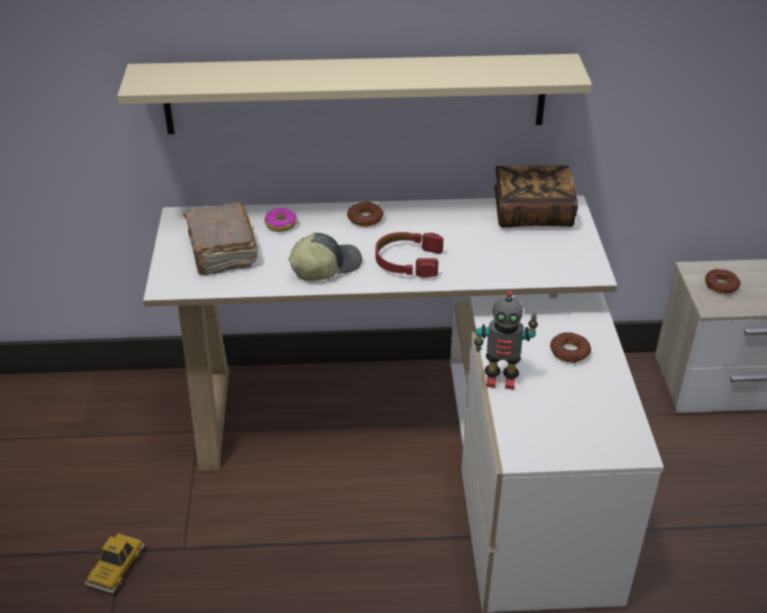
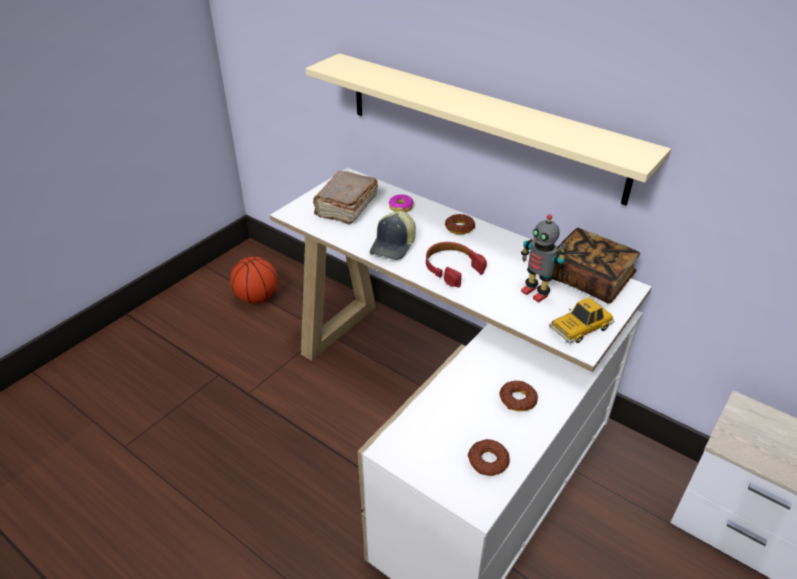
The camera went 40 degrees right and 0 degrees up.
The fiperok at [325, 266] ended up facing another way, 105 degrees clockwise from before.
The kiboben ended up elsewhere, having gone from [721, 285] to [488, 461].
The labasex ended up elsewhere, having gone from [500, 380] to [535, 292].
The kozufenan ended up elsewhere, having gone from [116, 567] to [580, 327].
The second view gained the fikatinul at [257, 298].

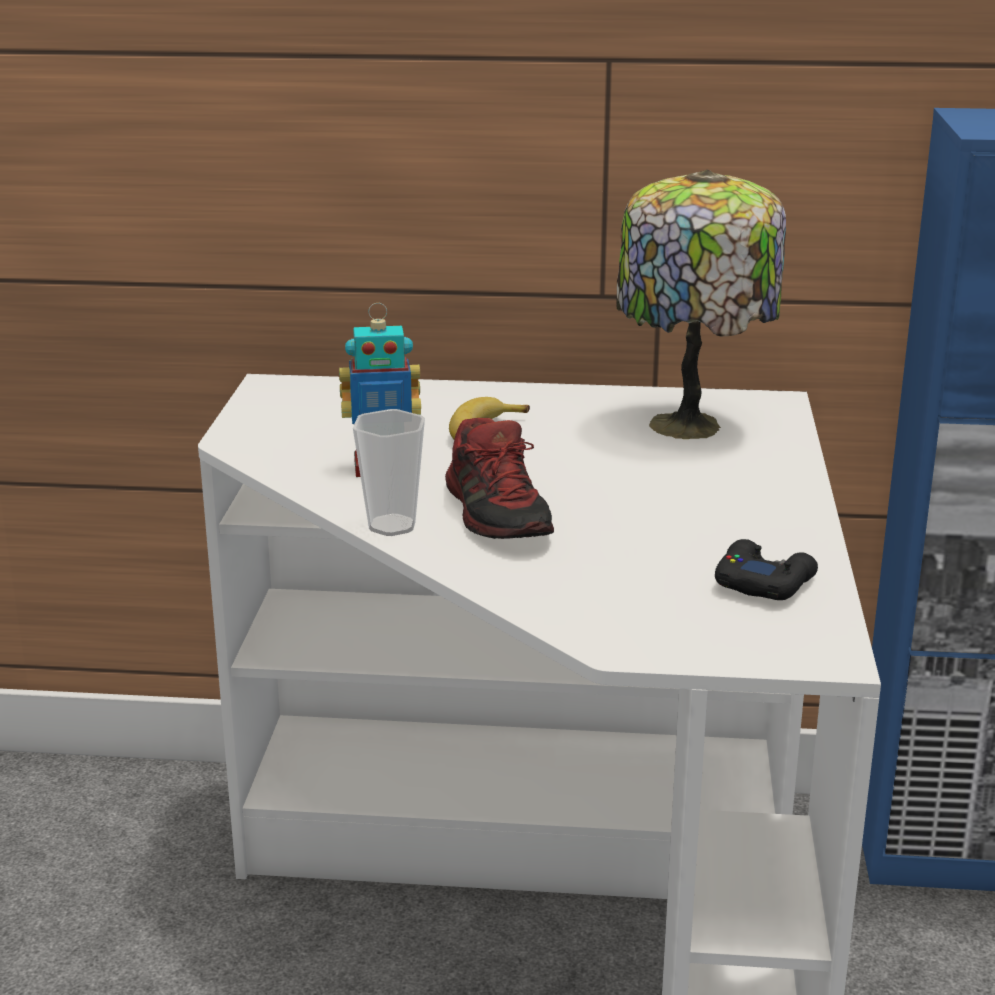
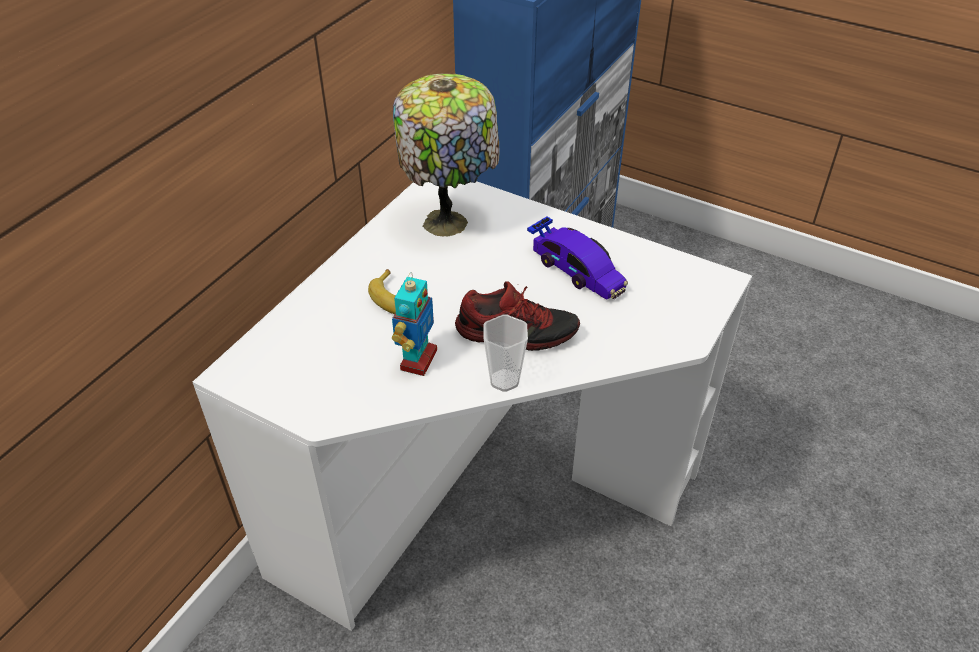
The camera went 65 degrees left and 20 degrees up.
The second view lost the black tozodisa at [763, 582].
The second view gained the kozufenan at [576, 270].

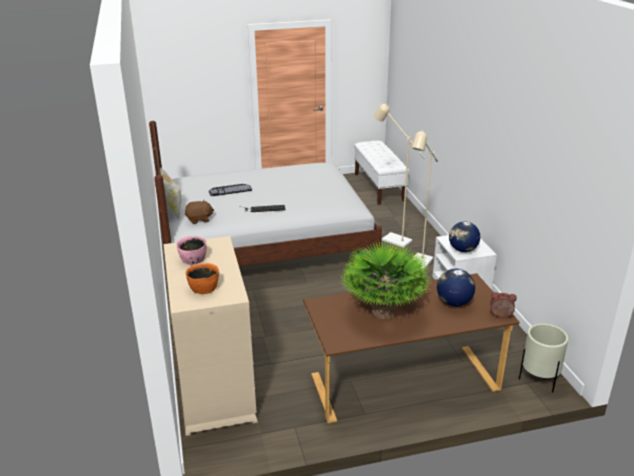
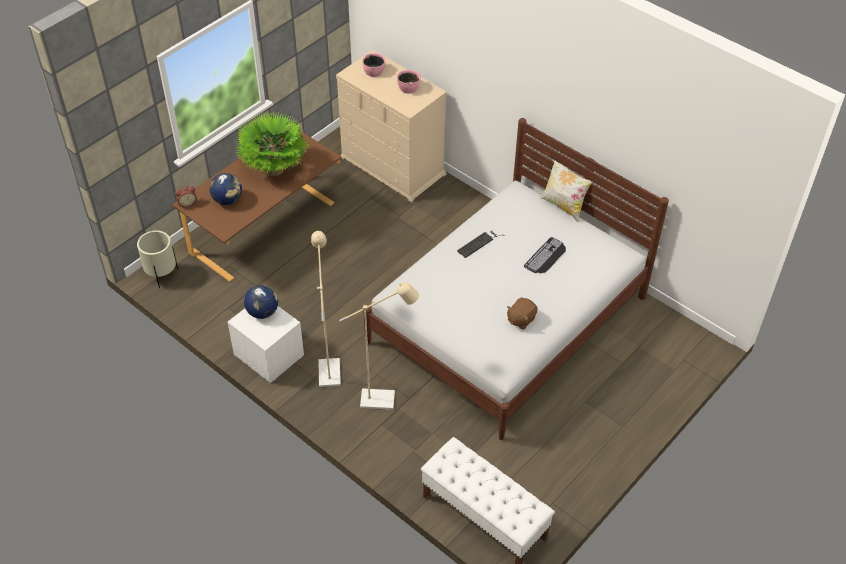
The camera went 145 degrees right and 20 degrees up.
The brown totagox ended up elsewhere, having gone from [199, 220] to [520, 319].
What was the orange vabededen at [203, 287] turned into the pink vabededen at [374, 71].

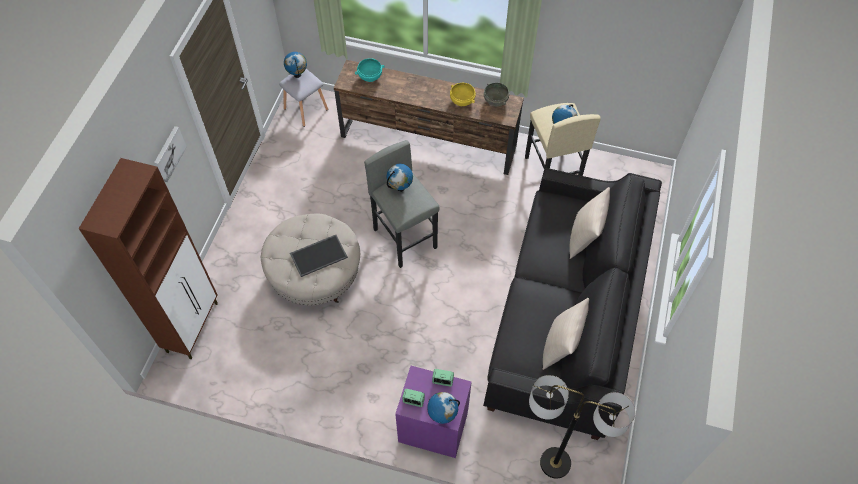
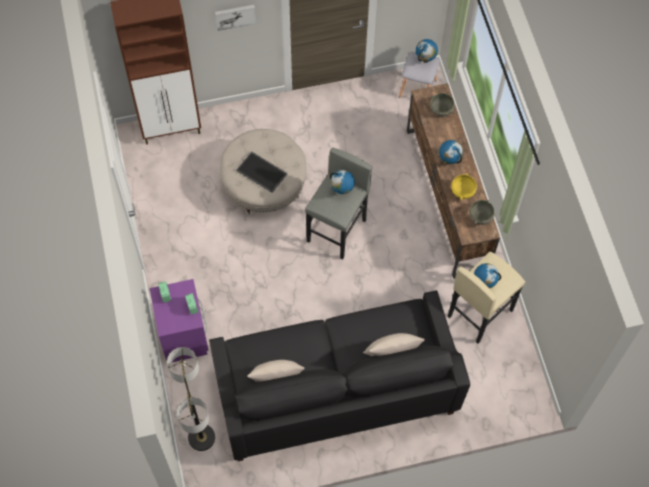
The camera went 60 degrees right and 5 degrees up.
What was the turquoise vabededen at [370, 76] turned into the grey vabededen at [441, 110].
The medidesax ended up elsewhere, having gone from [442, 415] to [449, 160].

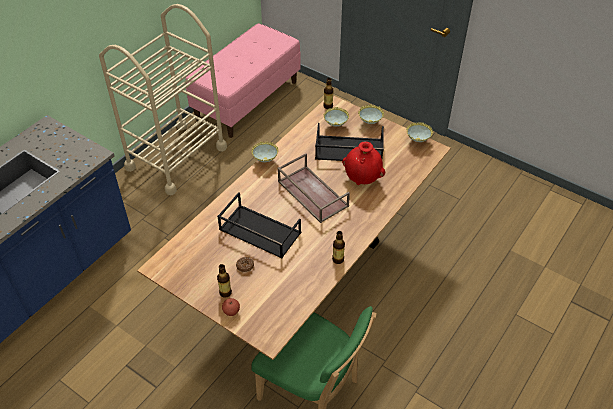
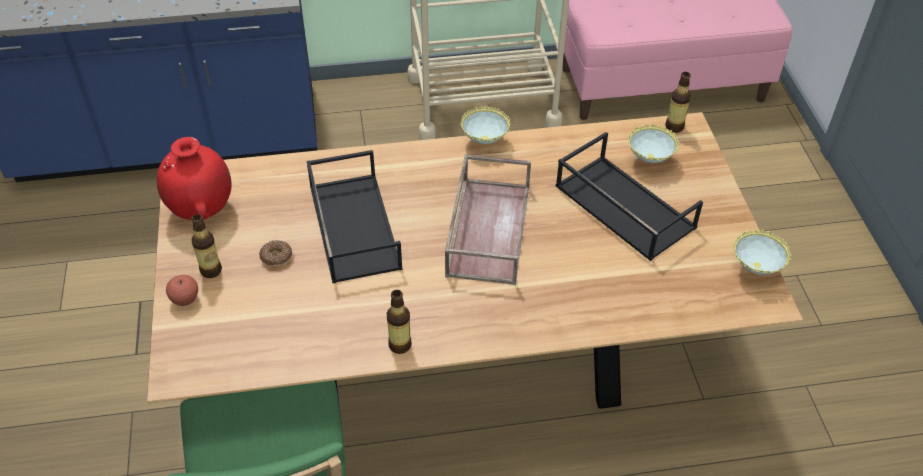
The camera went 45 degrees right and 0 degrees up.
The second view lost the vabededen at [370, 123].
The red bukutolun ended up elsewhere, having gone from [362, 179] to [202, 210].

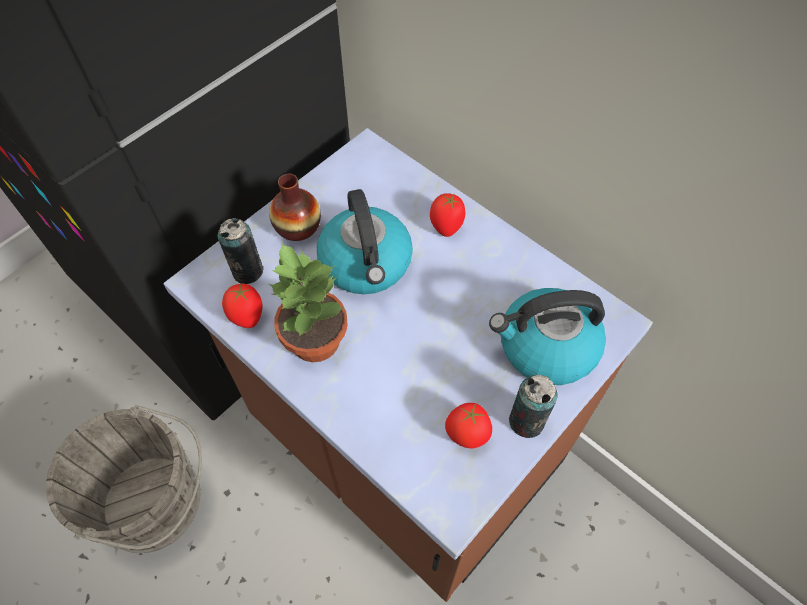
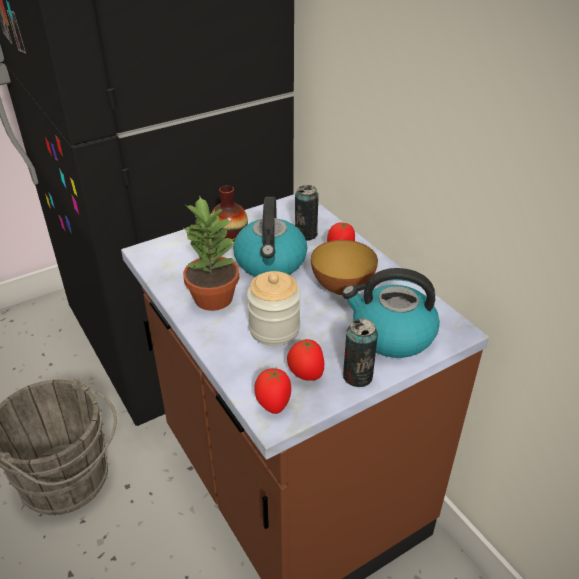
The camera went 15 degrees right and 20 degrees down.
The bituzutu ended up elsewhere, having gone from [247, 271] to [306, 234].
The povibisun ended up elsewhere, having gone from [247, 317] to [273, 404].
The second view gained the vabededen at [342, 288].
The second view gained the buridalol at [274, 329].

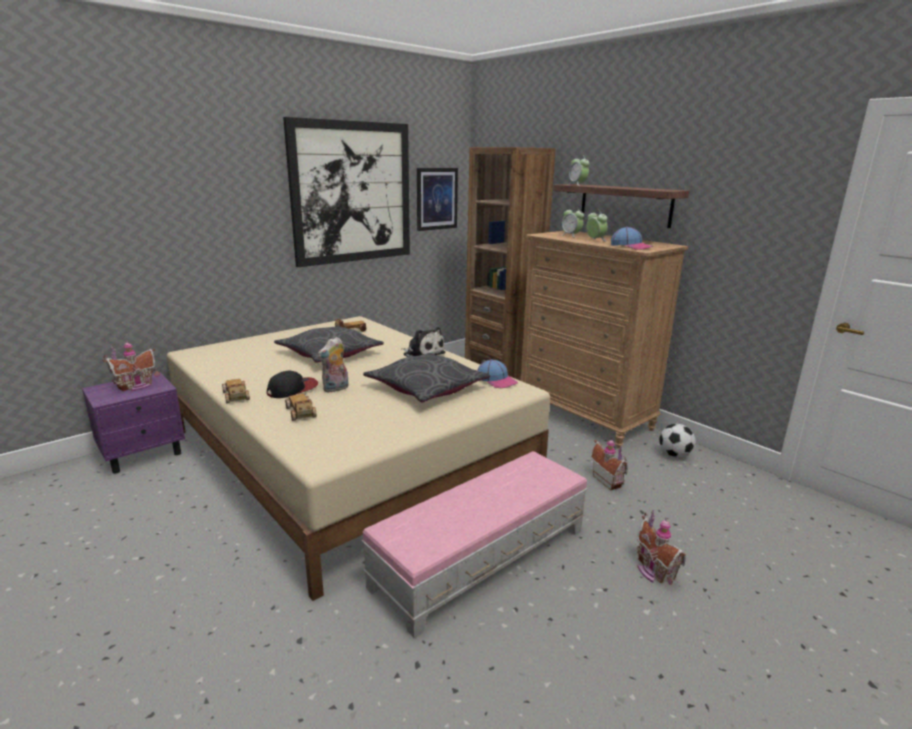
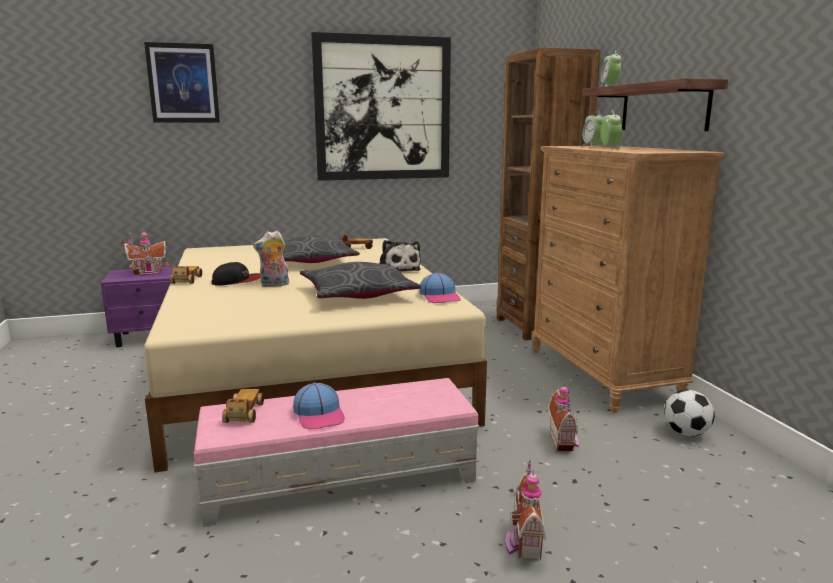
The camera went 25 degrees right and 5 degrees down.
The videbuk ended up elsewhere, having gone from [436, 199] to [183, 83].
The fiperok ended up elsewhere, having gone from [631, 246] to [319, 415].
The kozufenan ended up elsewhere, having gone from [301, 413] to [244, 413].

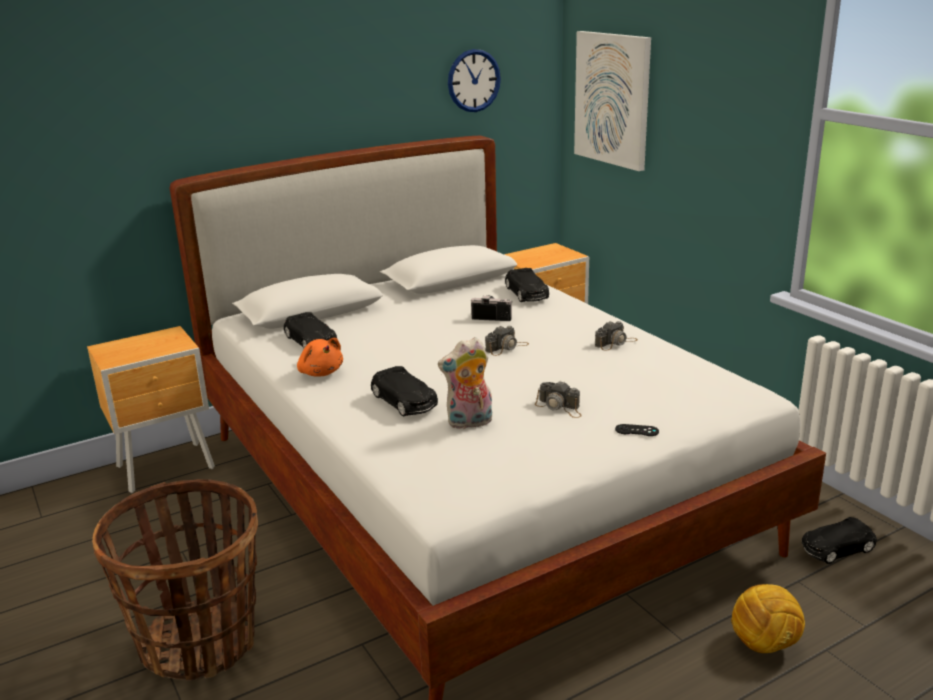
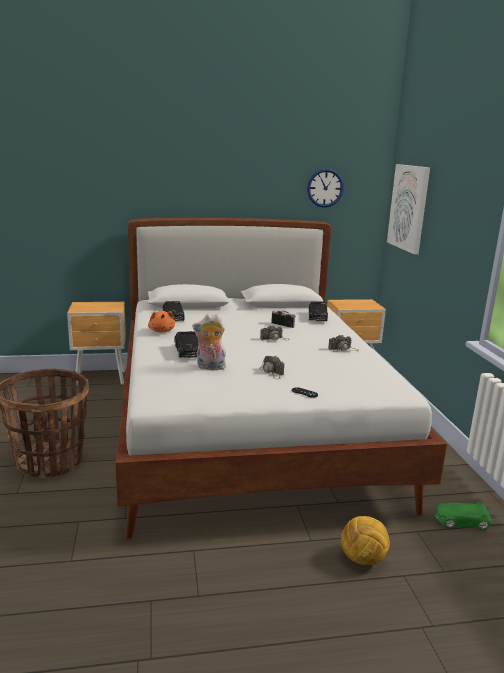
The camera went 20 degrees right and 5 degrees down.
What was the black kozufenan at [836, 548] turned into the green kozufenan at [461, 521].

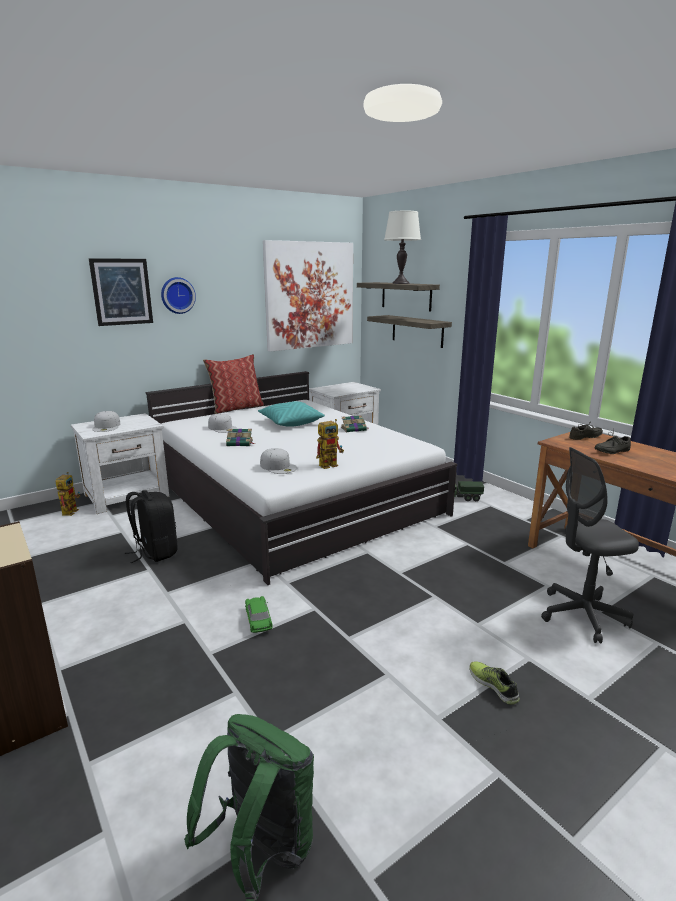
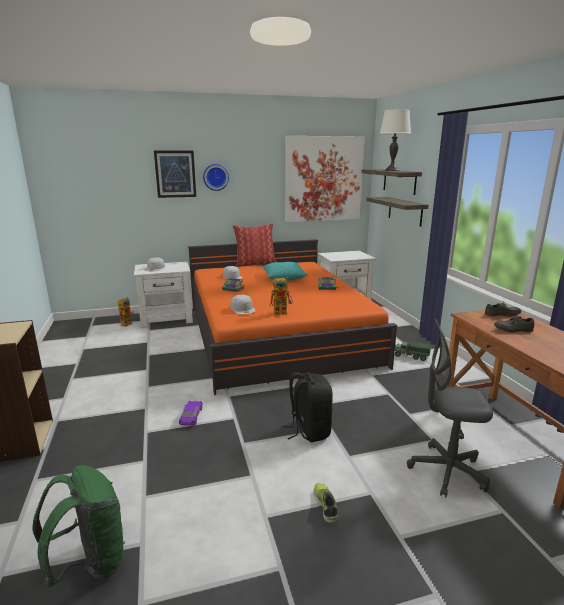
The camera went 20 degrees right and 0 degrees up.
What was the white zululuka at [292, 495] turned into the orange zululuka at [276, 334].
The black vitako ended up elsewhere, having gone from [155, 552] to [309, 430].
What was the green kozufenan at [258, 620] turned into the purple kozufenan at [191, 417].

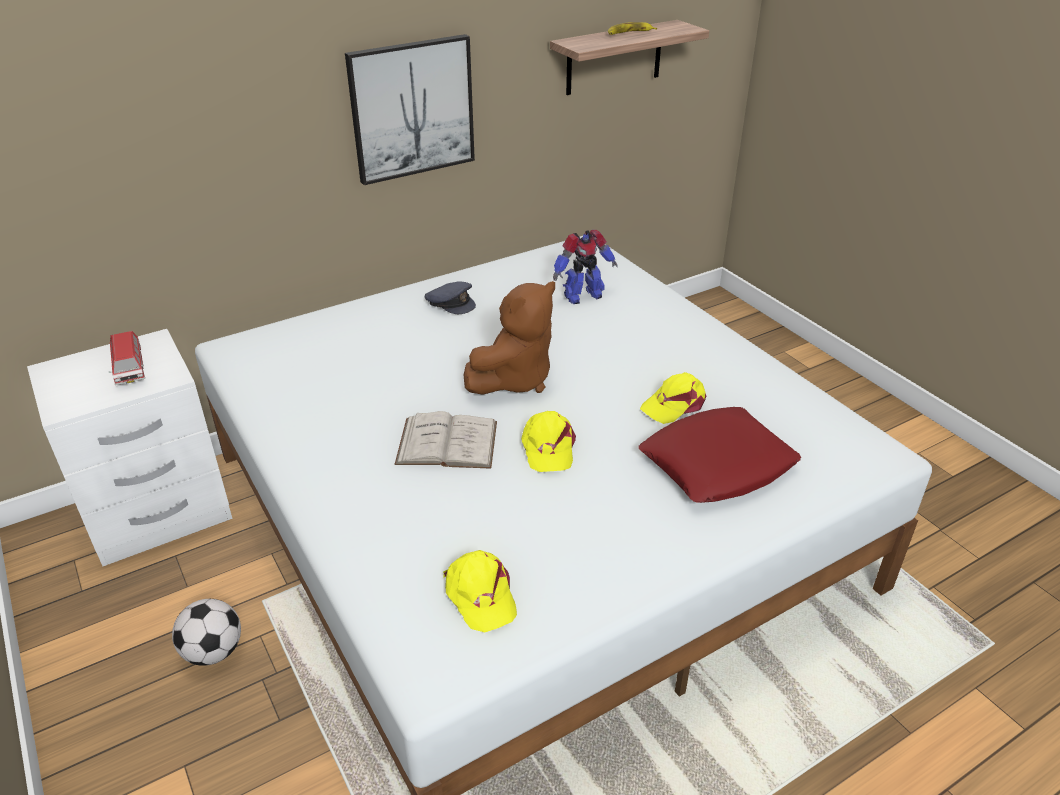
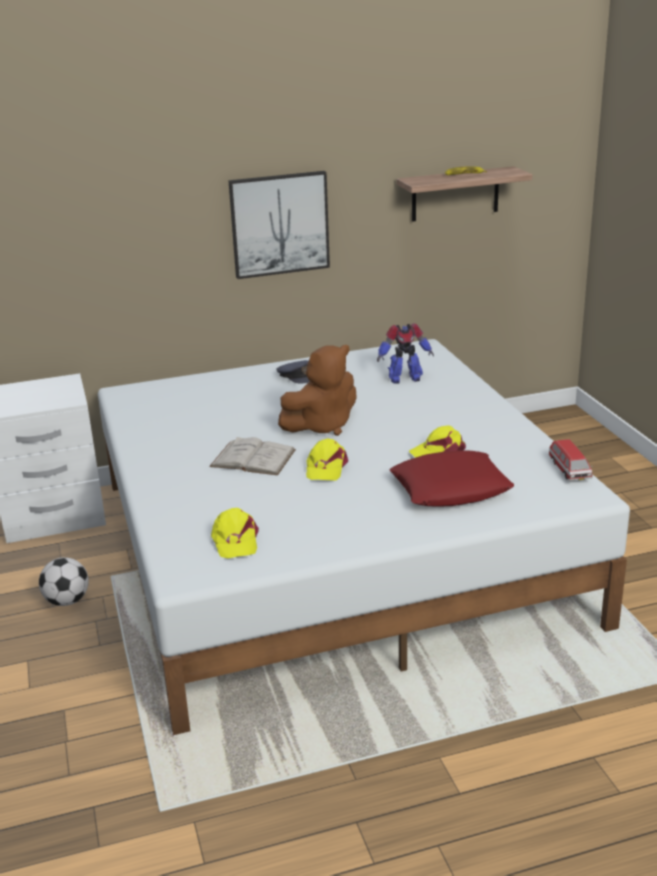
The camera went 15 degrees right and 10 degrees down.
The kozufenan ended up elsewhere, having gone from [129, 369] to [569, 470].

